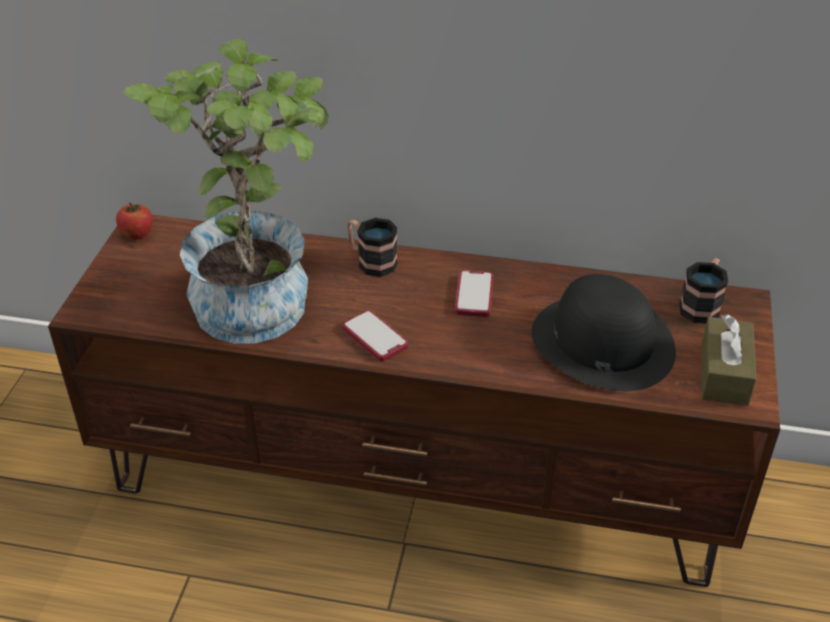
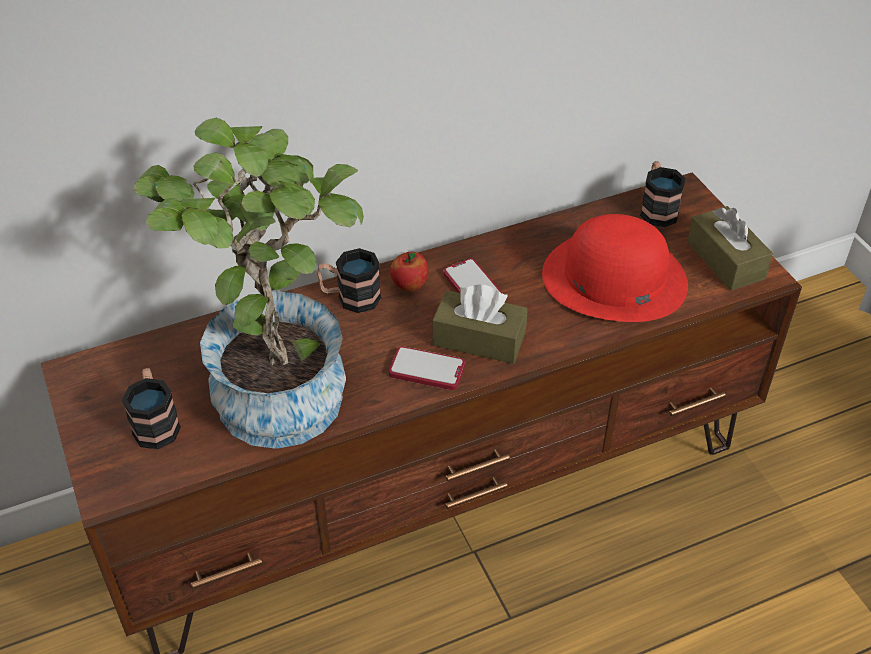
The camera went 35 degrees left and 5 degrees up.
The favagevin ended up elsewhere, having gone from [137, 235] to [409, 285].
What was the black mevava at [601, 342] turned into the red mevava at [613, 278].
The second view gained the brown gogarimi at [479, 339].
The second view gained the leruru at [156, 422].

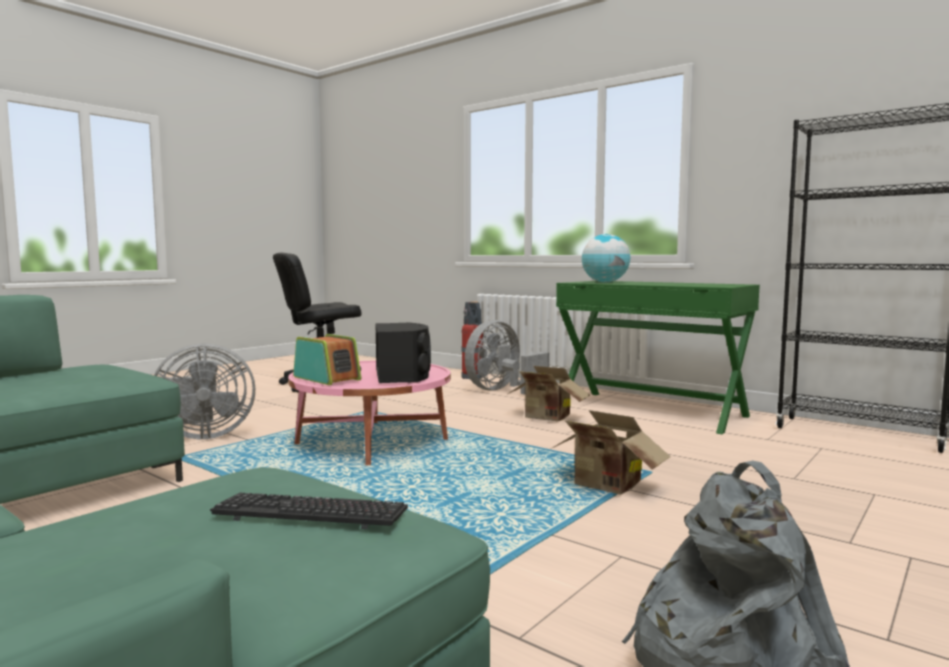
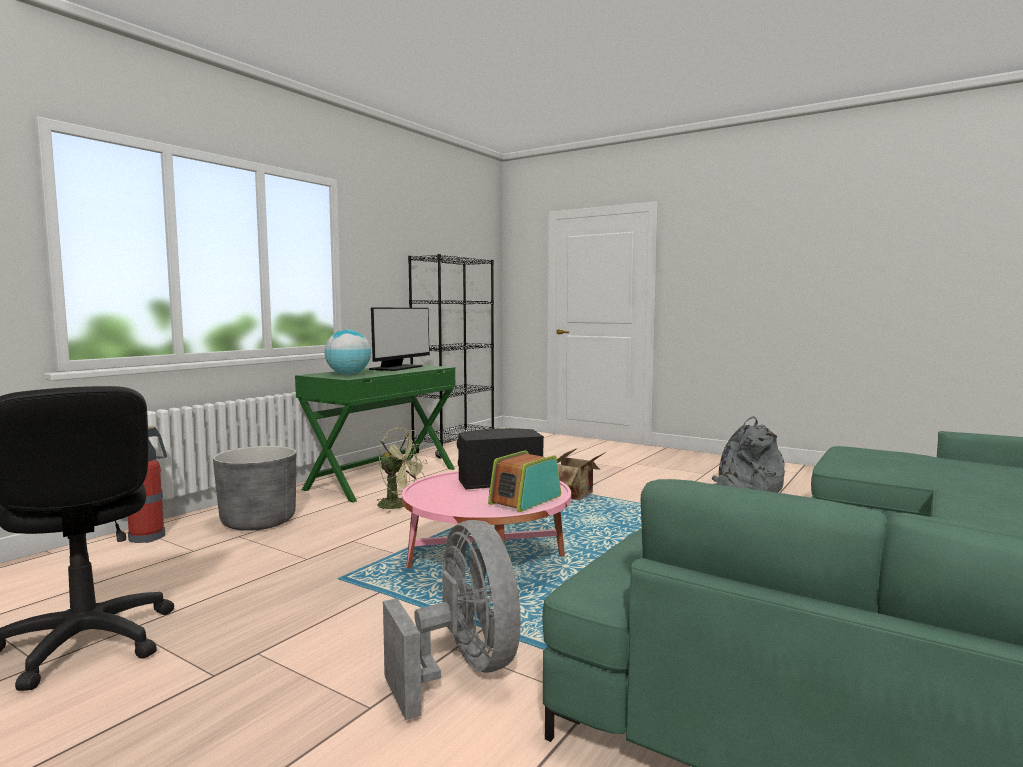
The camera went 95 degrees left and 0 degrees up.
Where the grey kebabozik stood at [501, 391], the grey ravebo came to stand at [258, 521].
Where the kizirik stood at [547, 418], the green kebabozik came to stand at [399, 505].
The second view lost the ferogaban at [311, 514].
The second view gained the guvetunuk at [397, 368].

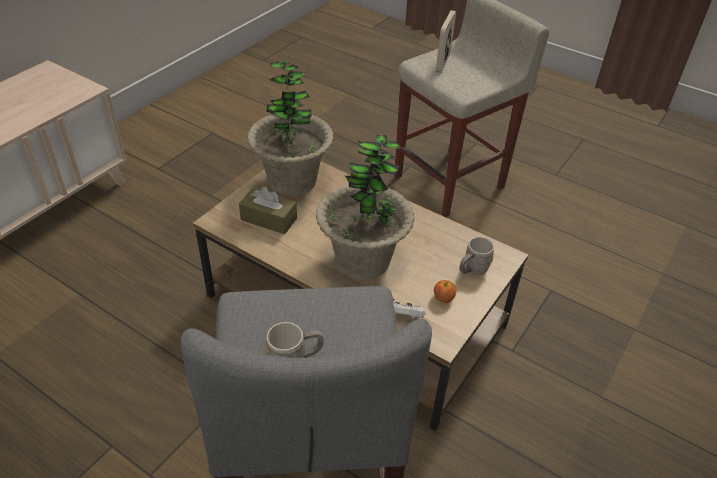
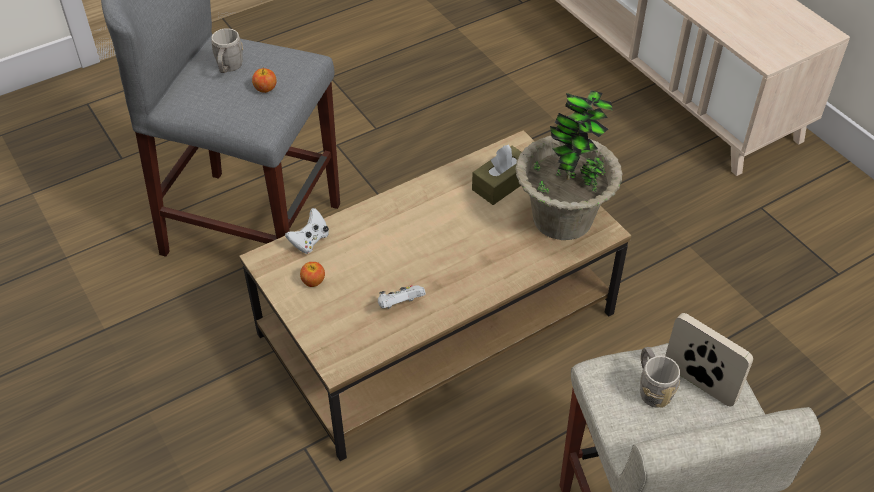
The camera went 115 degrees right and 5 degrees up.
The second view lost the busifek at [363, 260].
The grey leruru ended up elsewhere, having gone from [472, 270] to [652, 388].
The second view gained the favagevin at [265, 89].
The second view gained the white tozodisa at [400, 305].

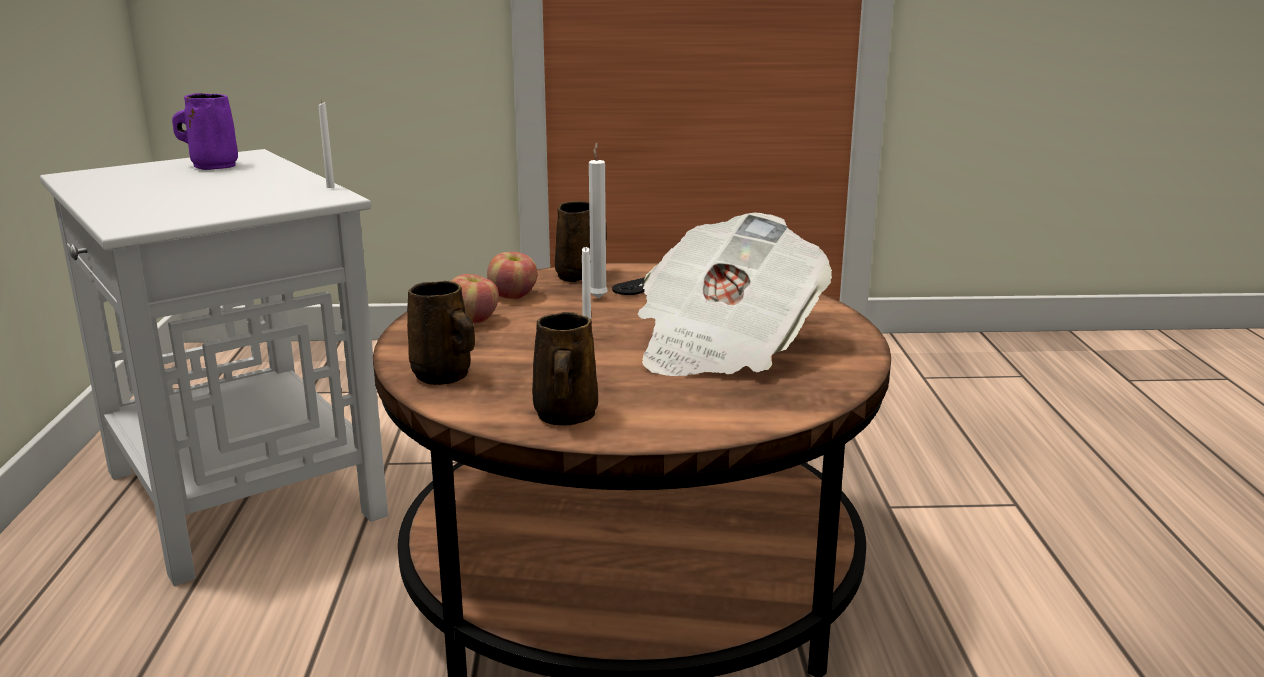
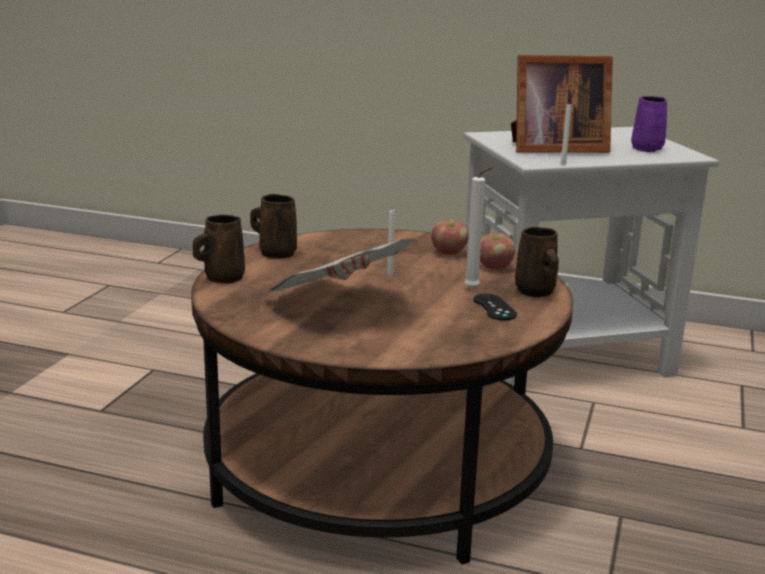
The camera went 110 degrees right and 0 degrees up.
The brown leruru ended up elsewhere, having gone from [444, 376] to [222, 278].
The second view gained the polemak at [553, 148].

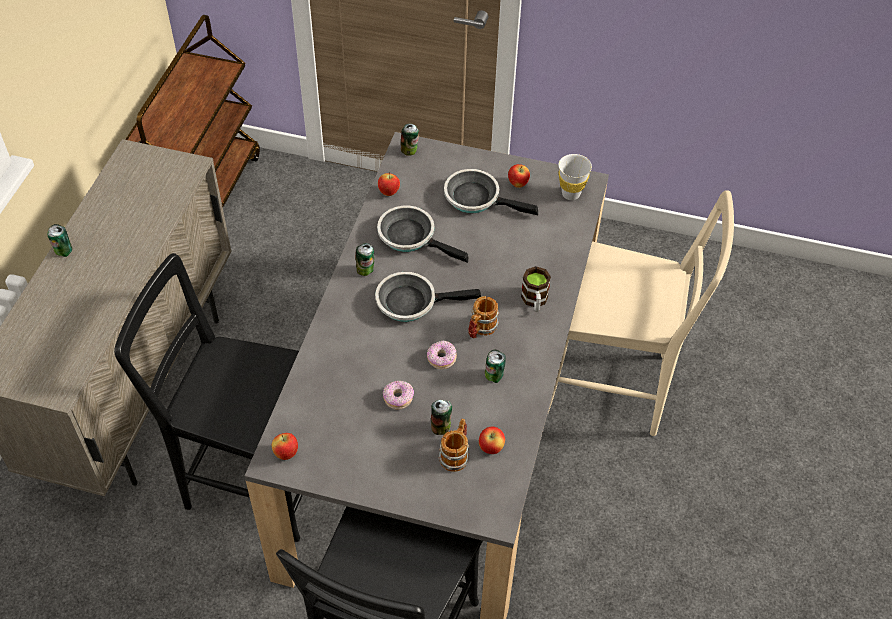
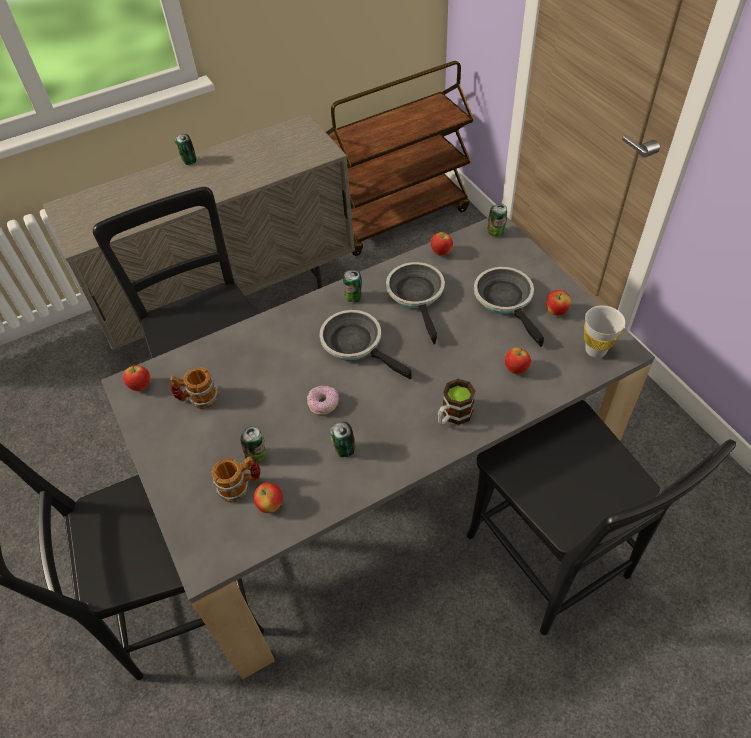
The camera went 50 degrees right and 0 degrees up.
What was the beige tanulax at [614, 385] turned into the black tanulax at [553, 563].
The leruru ended up elsewhere, having gone from [480, 329] to [198, 399].
The second view lost the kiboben at [398, 398].
The second view gained the favagevin at [515, 369].

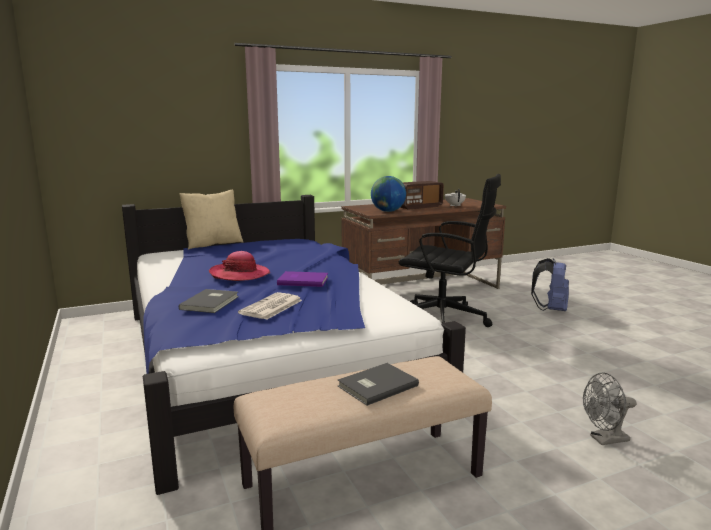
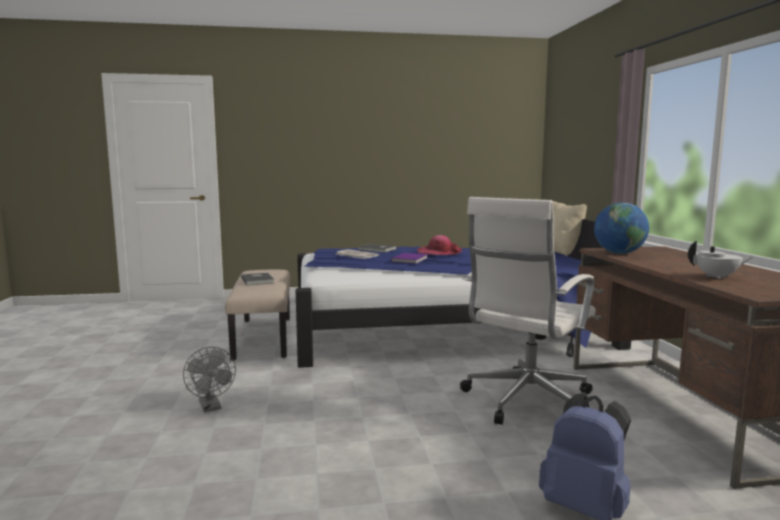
The camera went 105 degrees right and 5 degrees down.
What was the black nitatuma at [445, 320] turned into the white nitatuma at [526, 401].
The second view lost the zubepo at [418, 207].
The grey kebabozik at [604, 440] ended up facing another way, 150 degrees clockwise from before.

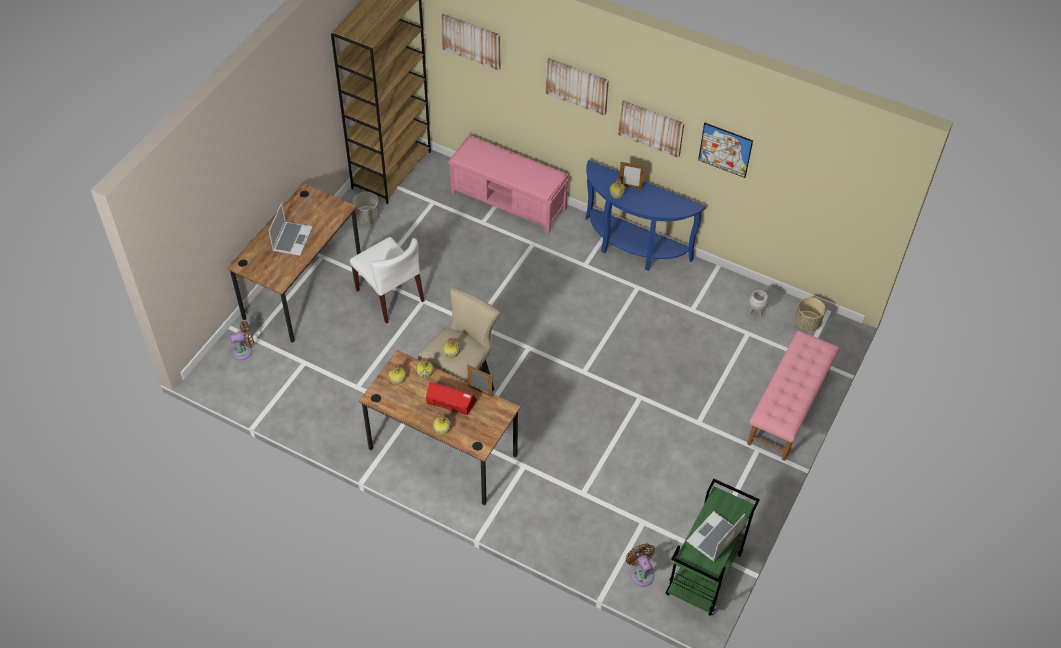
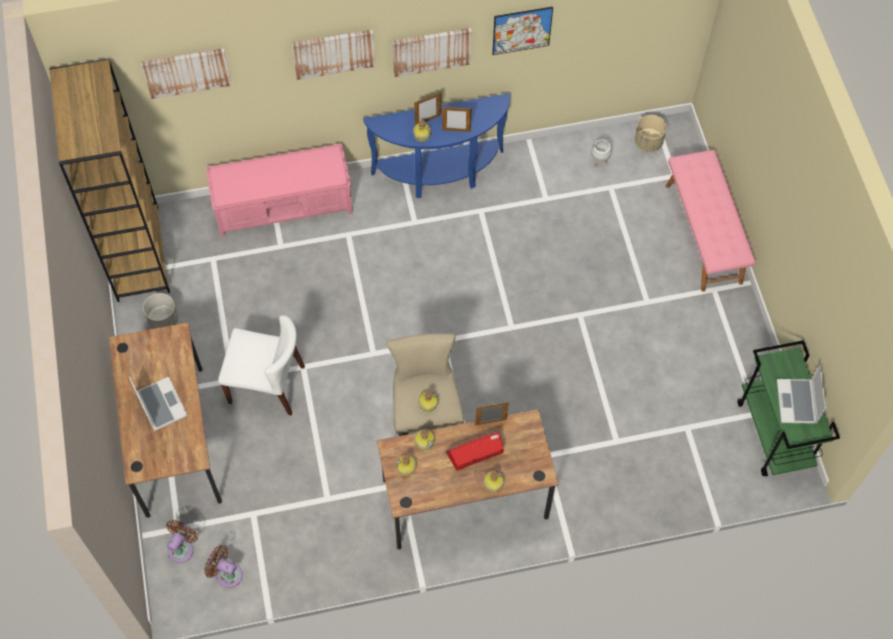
The camera went 40 degrees left and 10 degrees up.
The brown kebabozik ended up elsewhere, having gone from [641, 573] to [227, 574].
The second view gained the polemak at [456, 130].

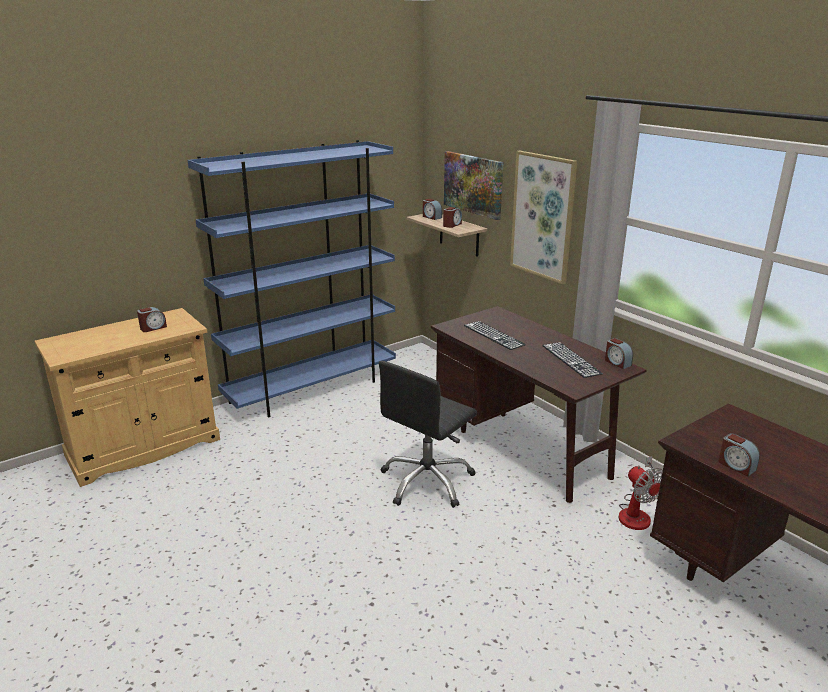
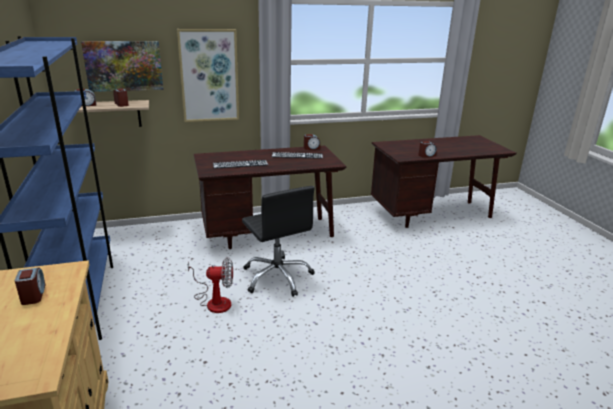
The camera went 70 degrees left and 0 degrees up.
The kebabozik ended up elsewhere, having gone from [636, 513] to [214, 301].

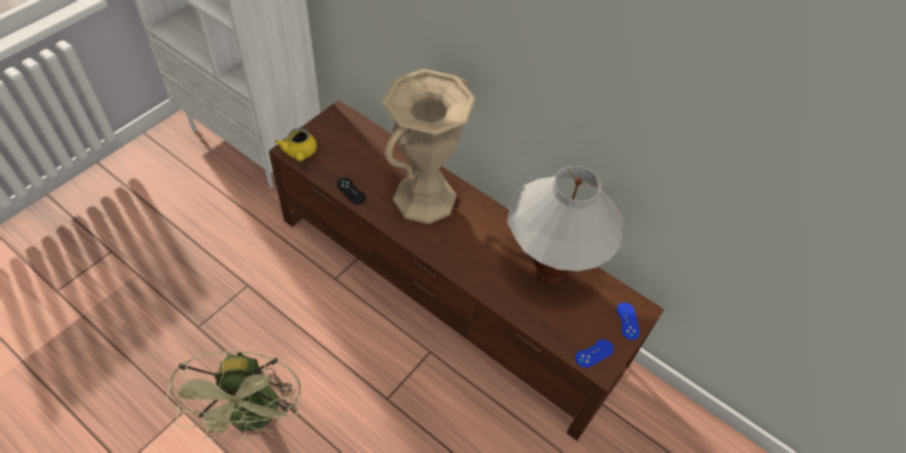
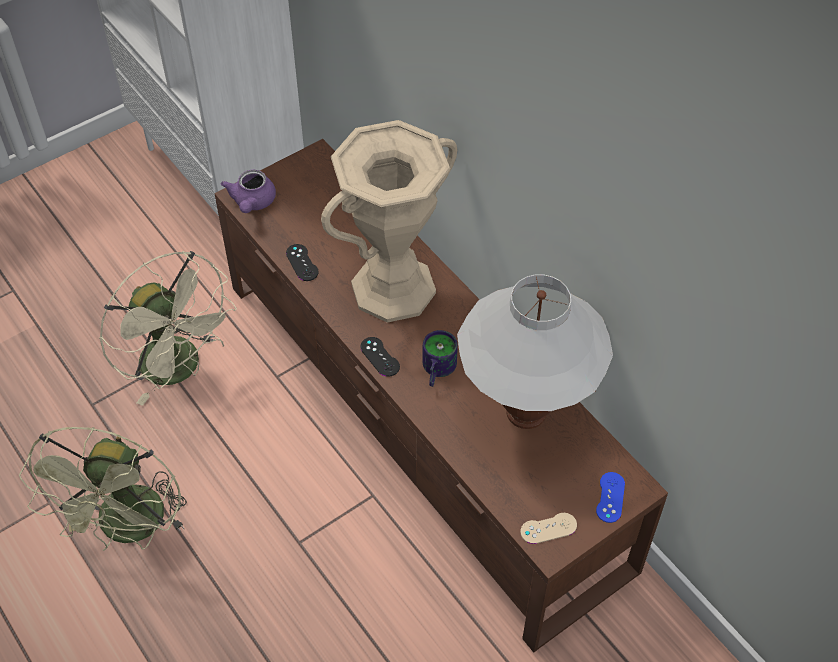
The camera went 20 degrees right and 0 degrees up.
What was the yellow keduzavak at [300, 153] turned into the purple keduzavak at [252, 203].
What was the blue tozodisa at [594, 353] turned into the beige tozodisa at [548, 528].
The second view gained the beige kebabozik at [180, 369].
The second view gained the leruru at [435, 370].
The second view gained the black tozodisa at [380, 357].

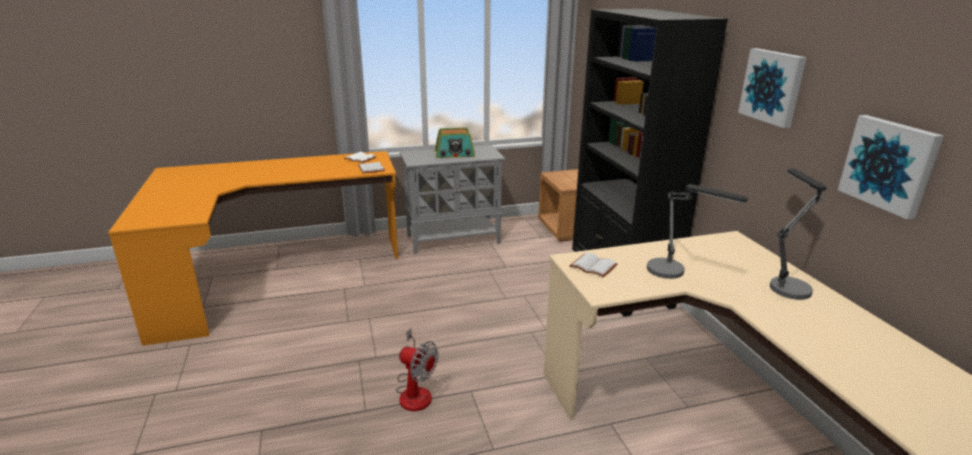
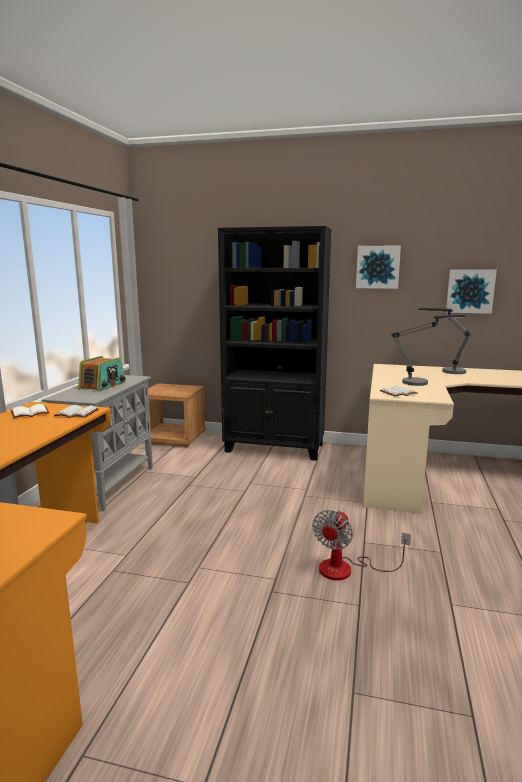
The camera went 60 degrees left and 10 degrees down.
The kebabozik at [415, 391] ended up facing another way, 150 degrees clockwise from before.

